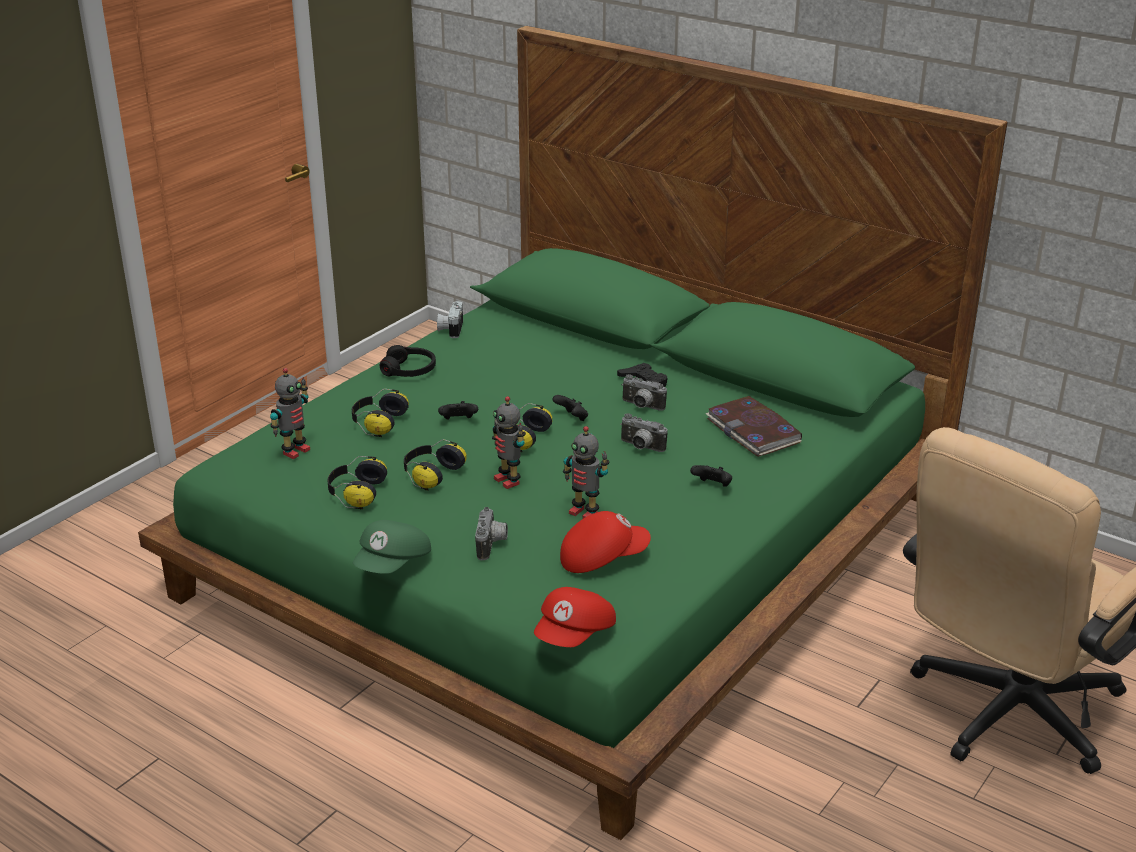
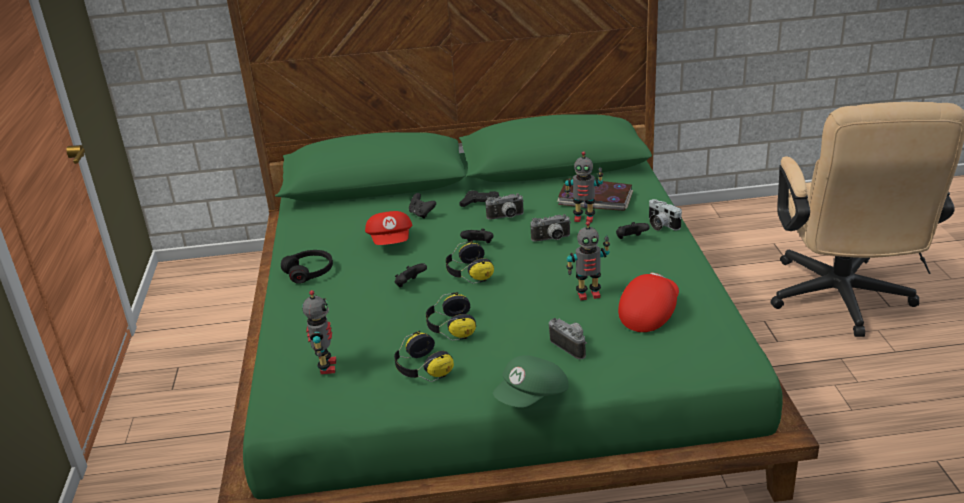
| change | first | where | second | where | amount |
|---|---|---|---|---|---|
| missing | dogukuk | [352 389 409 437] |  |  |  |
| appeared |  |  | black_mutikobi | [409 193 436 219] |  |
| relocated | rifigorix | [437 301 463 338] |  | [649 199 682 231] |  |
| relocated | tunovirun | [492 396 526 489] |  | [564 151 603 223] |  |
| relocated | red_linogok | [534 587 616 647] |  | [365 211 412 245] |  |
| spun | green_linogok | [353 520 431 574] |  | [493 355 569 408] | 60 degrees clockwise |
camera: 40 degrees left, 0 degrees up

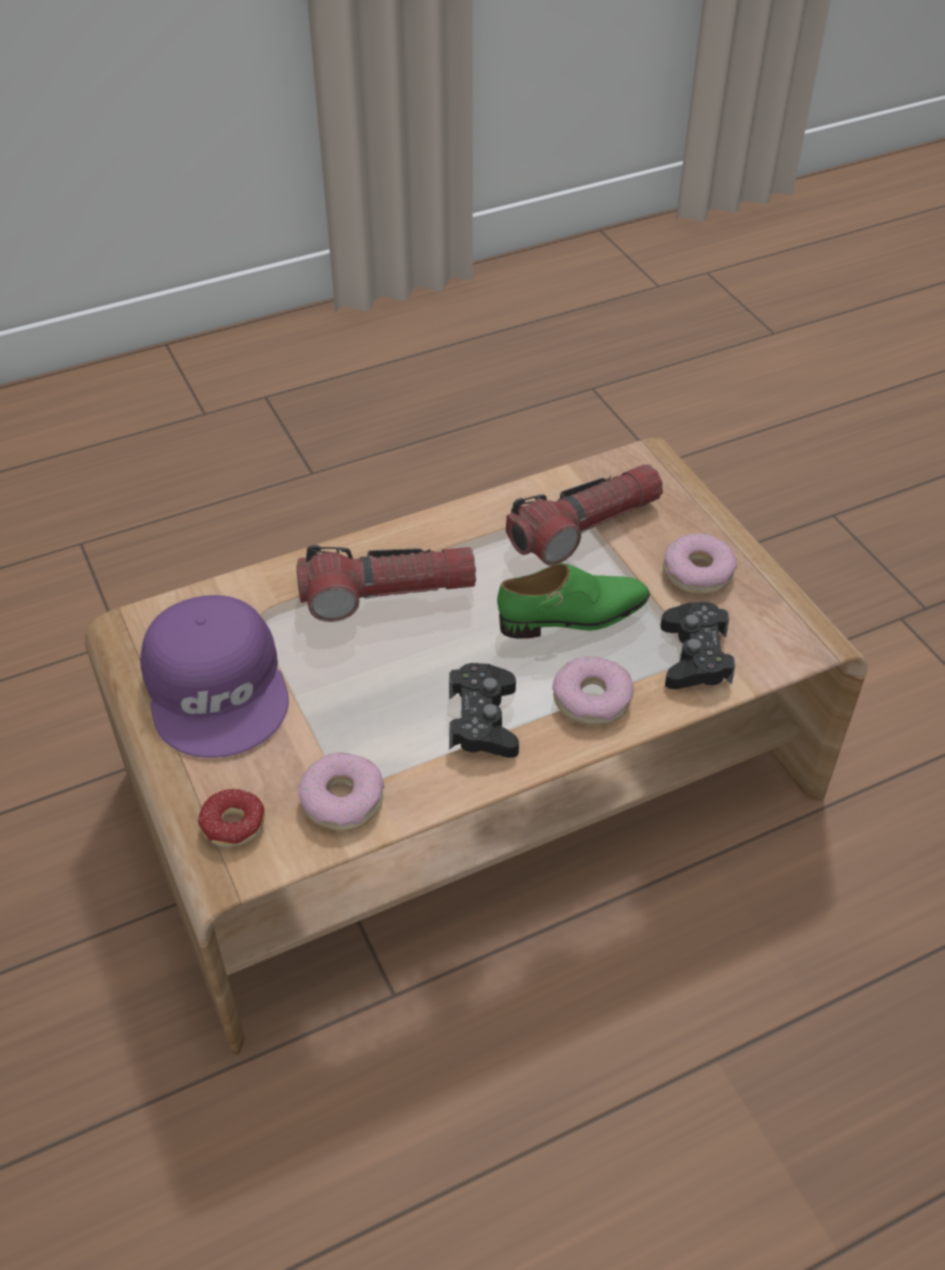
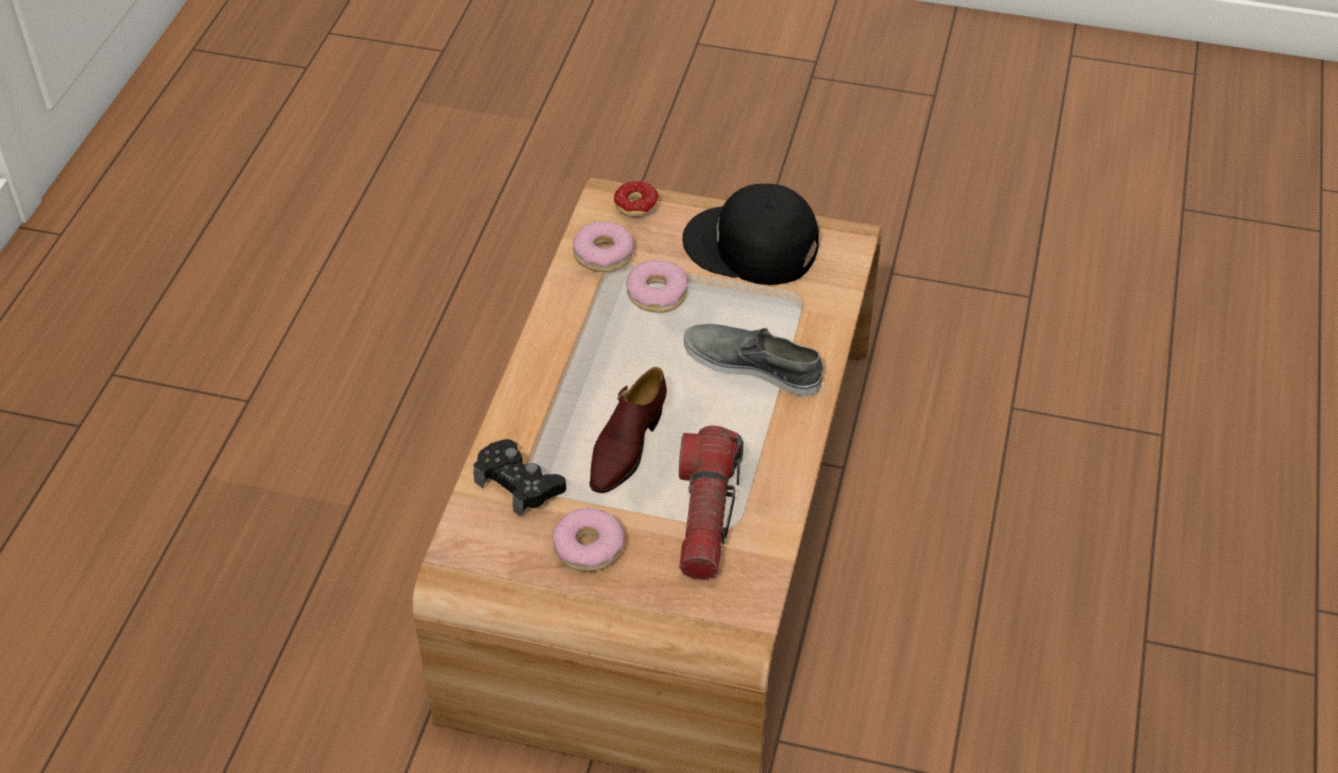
| change | first | where | second | where | amount |
|---|---|---|---|---|---|
| missing | black_mutikobi | [449 663 519 758] |  |  |  |
| relocated | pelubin | [552 656 634 725] |  | [626 260 688 313] |  |
| exchanged | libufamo | [296 545 476 622] | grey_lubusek | [684 324 823 396] |  |
| colour | purple_linogok | [140 595 289 758] | black_linogok | [683 184 819 285] |  |
| colour | green_lubusek | [497 563 650 639] | brown_lubusek | [589 367 667 493] |  |
camera: 130 degrees right, 0 degrees up

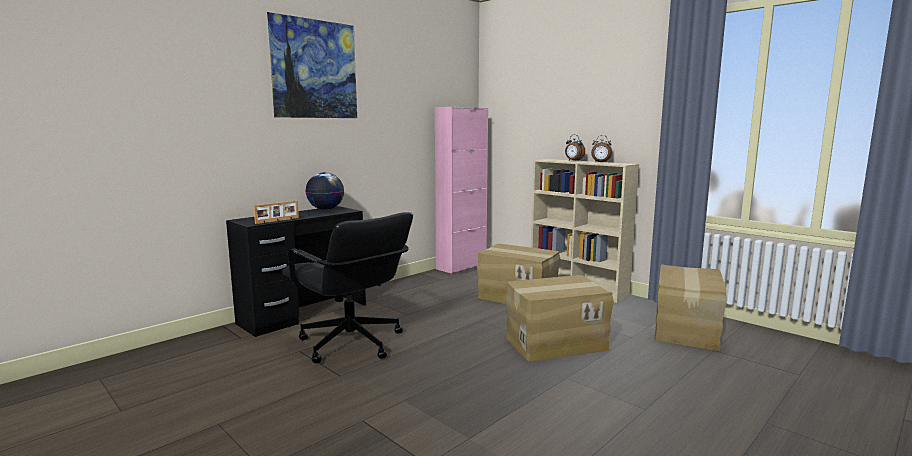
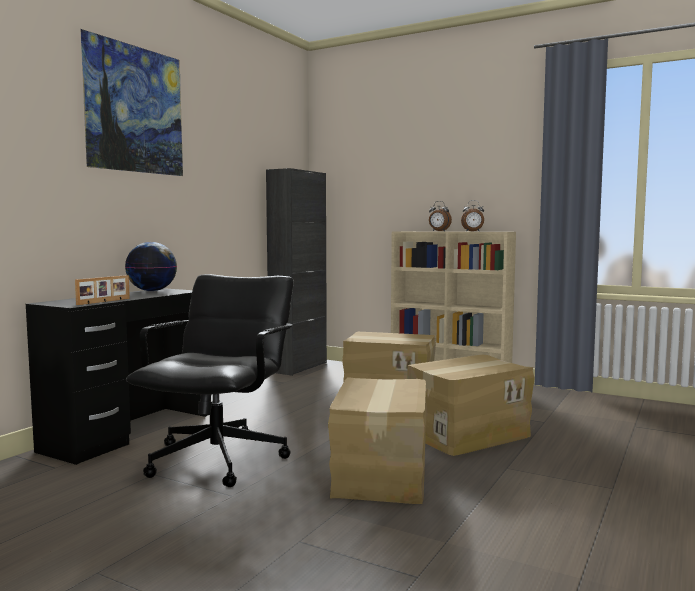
| change | first | where | second | where | amount |
|---|---|---|---|---|---|
| relocated | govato | [655 264 727 351] |  | [328 377 427 504] |  |
| colour | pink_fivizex | [435 107 488 274] | black_fivizex | [266 168 327 376] |  |
| spun | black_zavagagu | [282 212 413 363] |  | [126 274 294 487] | 105 degrees counterclockwise |
camera: 15 degrees left, 5 degrees down

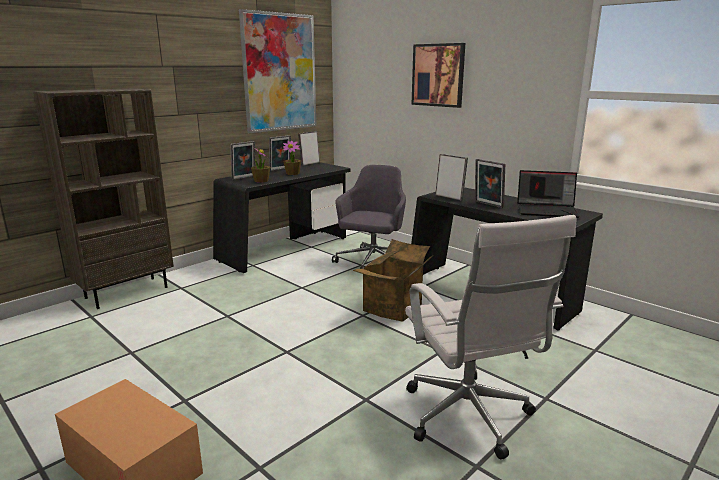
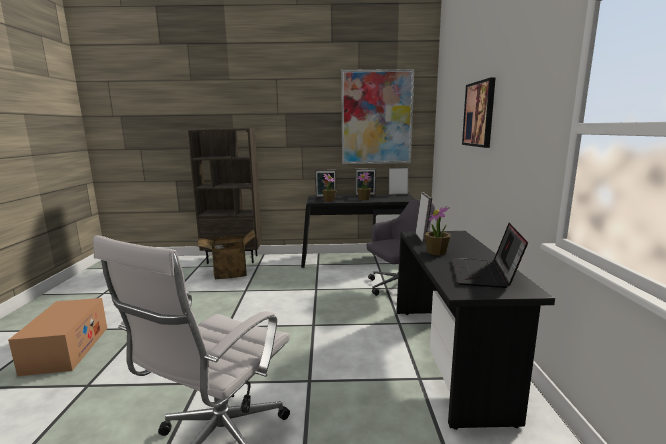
| change | first | where | second | where | amount |
|---|---|---|---|---|---|
| relocated | govato | [353 239 432 322] |  | [197 229 255 279] |  |
| exchanged | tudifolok | [475 159 505 208] | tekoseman | [425 206 451 256] |  |
| spun | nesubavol | [517 170 580 218] |  | [451 223 528 288] | 45 degrees clockwise |
camera: 45 degrees right, 5 degrees down

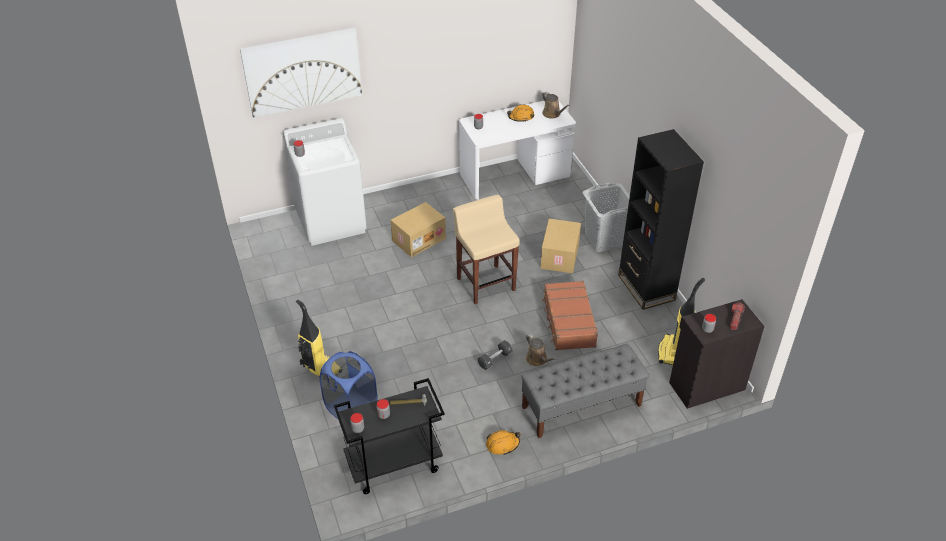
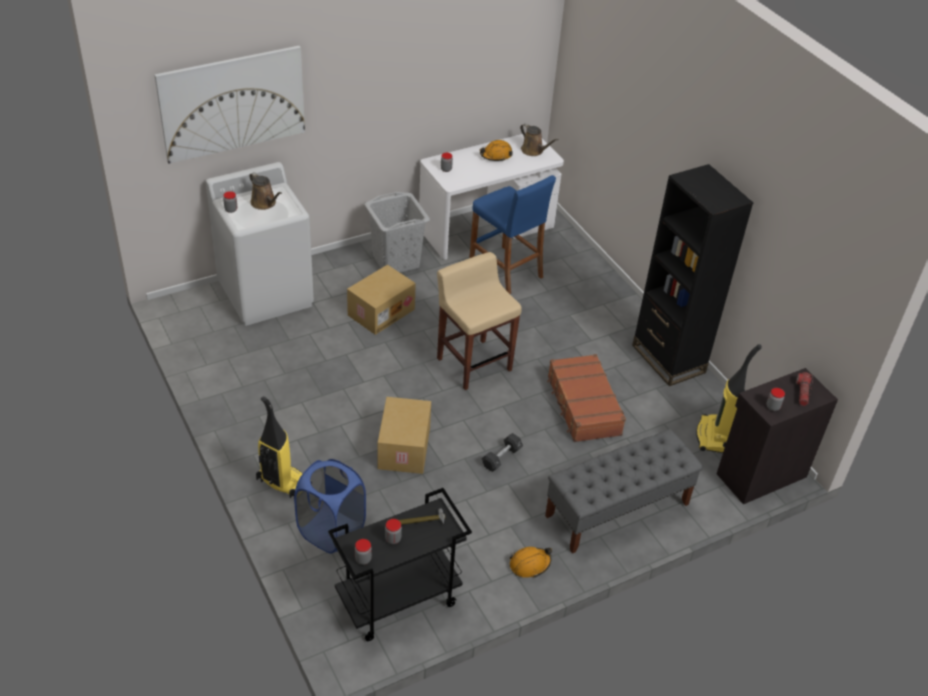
| change | first | where | second | where | amount |
|---|---|---|---|---|---|
| appeared |  |  | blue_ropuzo | [469 175 556 294] |  |
| relocated | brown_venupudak | [526 334 557 366] |  | [249 172 282 210] |  |
| relocated | govato | [540 219 581 273] |  | [378 397 431 474] |  |
| relocated | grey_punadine | [583 183 630 252] |  | [365 192 430 273] |  |
camera: 10 degrees left, 0 degrees up

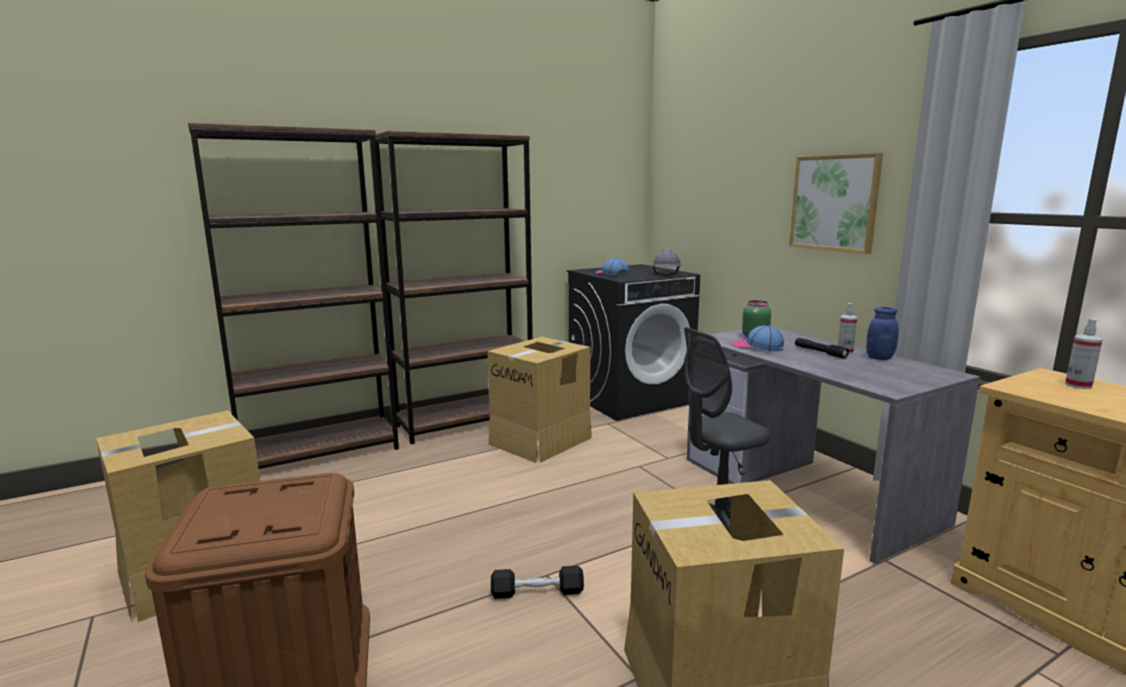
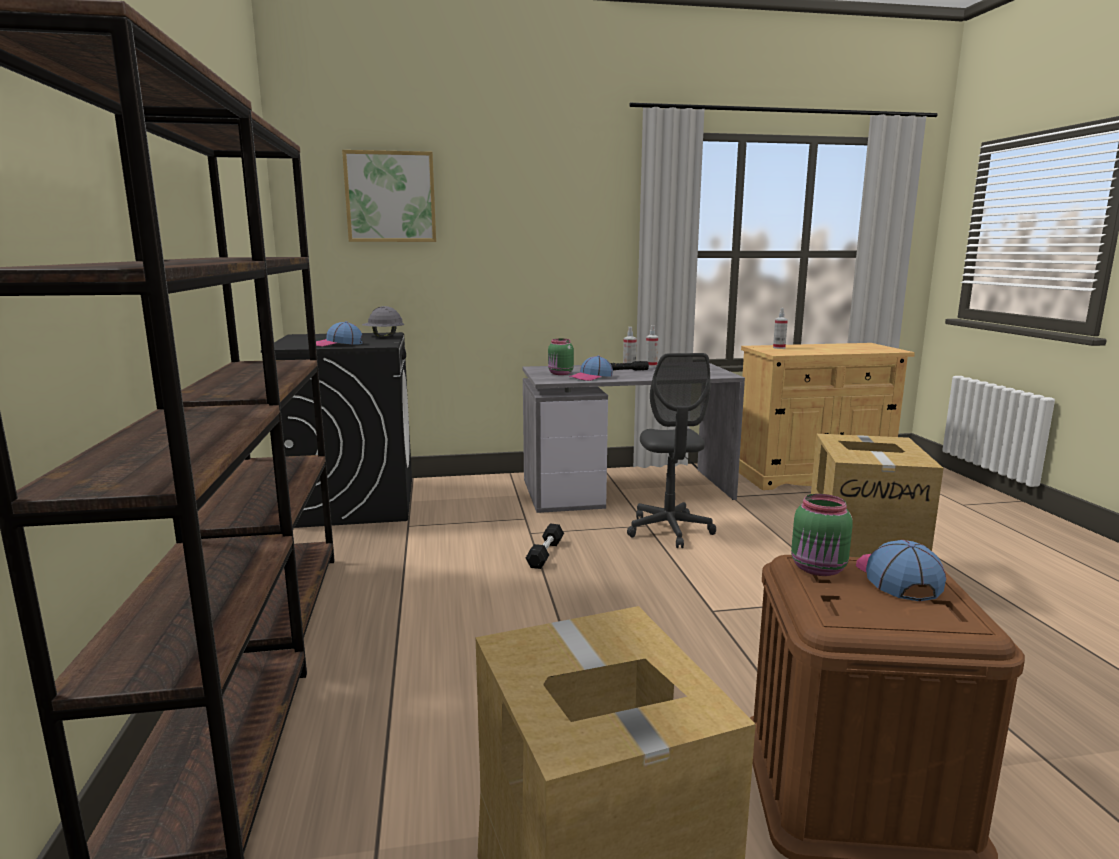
| change | first | where | second | where | amount |
|---|---|---|---|---|---|
| missing | govato | [487 337 592 463] |  |  |  |
| appeared |  |  | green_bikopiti | [791 494 853 576] |  |
| appeared |  |  | linogok | [856 540 946 601] |  |
| relocated | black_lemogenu | [491 565 584 599] |  | [526 524 564 569] |  |
| relocated | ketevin | [789 153 883 254] |  | [342 150 436 242] |  |
| exchanged | blue_bikopiti | [866 307 898 360] | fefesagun | [645 325 658 367] |  |
camera: 70 degrees left, 0 degrees up

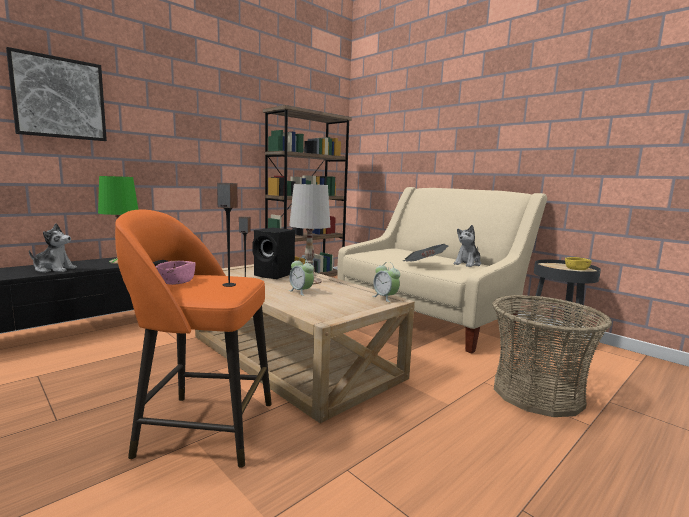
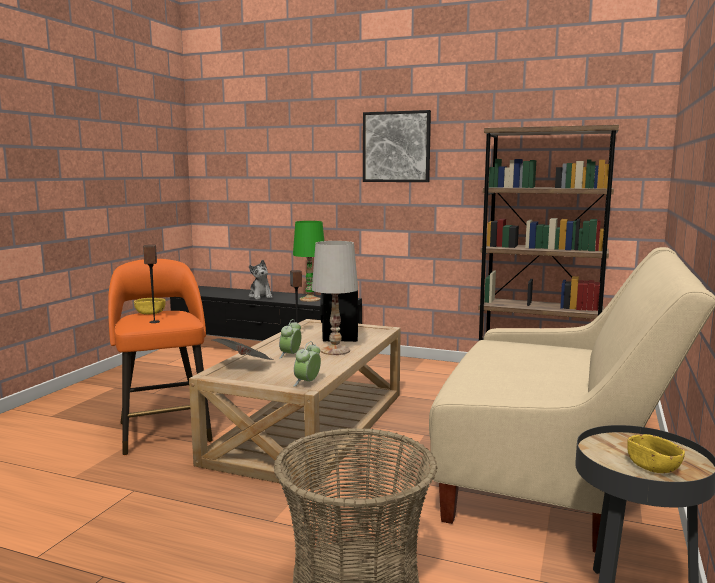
| change | first | where | second | where | amount |
|---|---|---|---|---|---|
| missing | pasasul | [454 225 481 267] |  |  |  |
| relocated | ketevin | [6 47 107 141] |  | [363 110 431 182] |  |
| relocated | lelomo | [403 244 449 262] |  | [212 338 274 360] |  |
| colour | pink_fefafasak | [156 260 196 285] | yellow_fefafasak | [134 298 166 315] |  |
camera: 65 degrees right, 0 degrees up

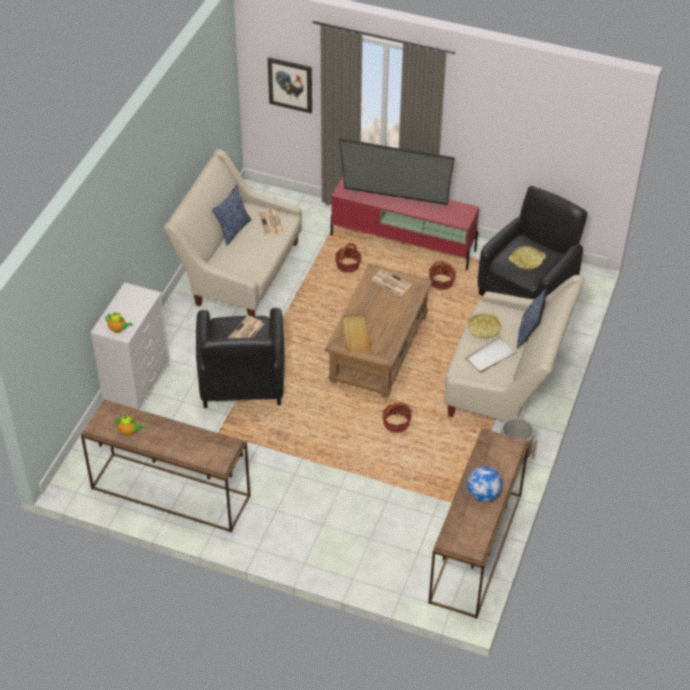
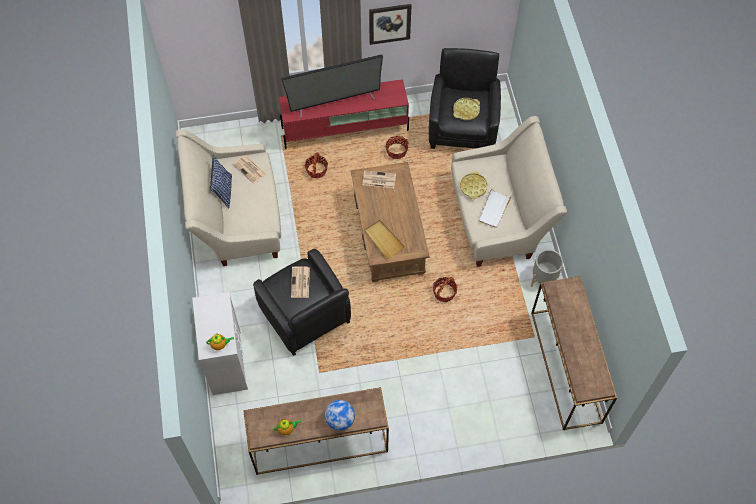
| change | first | where | second | where | amount |
|---|---|---|---|---|---|
| missing | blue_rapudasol | [517 289 546 349] |  |  |  |
| relocated | ketevin | [268 57 312 113] |  | [369 4 411 45] |  |
| relocated | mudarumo | [467 466 502 502] |  | [325 400 355 431] |  |
camera: 30 degrees left, 15 degrees up

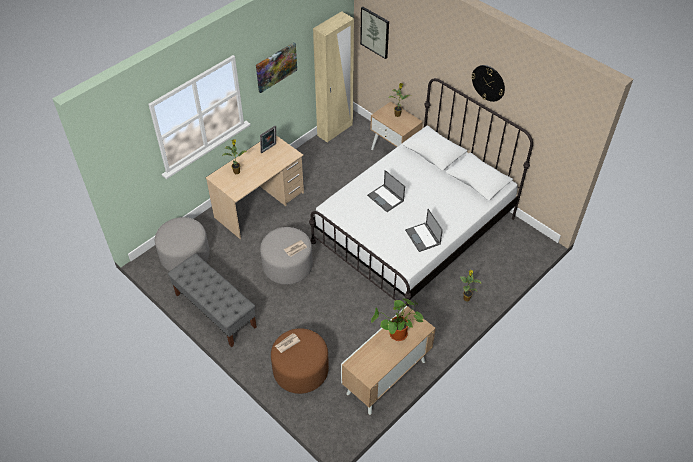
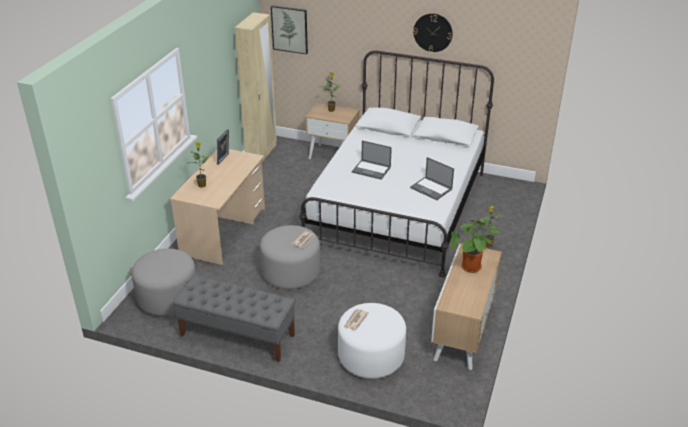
| change | first | where | second | where | amount |
|---|---|---|---|---|---|
| missing | ketevin | [256 42 297 93] |  |  |  |
| colour | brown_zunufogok | [271 328 329 394] | white_zunufogok | [338 303 406 379] |  |
camera: 25 degrees left, 15 degrees down

